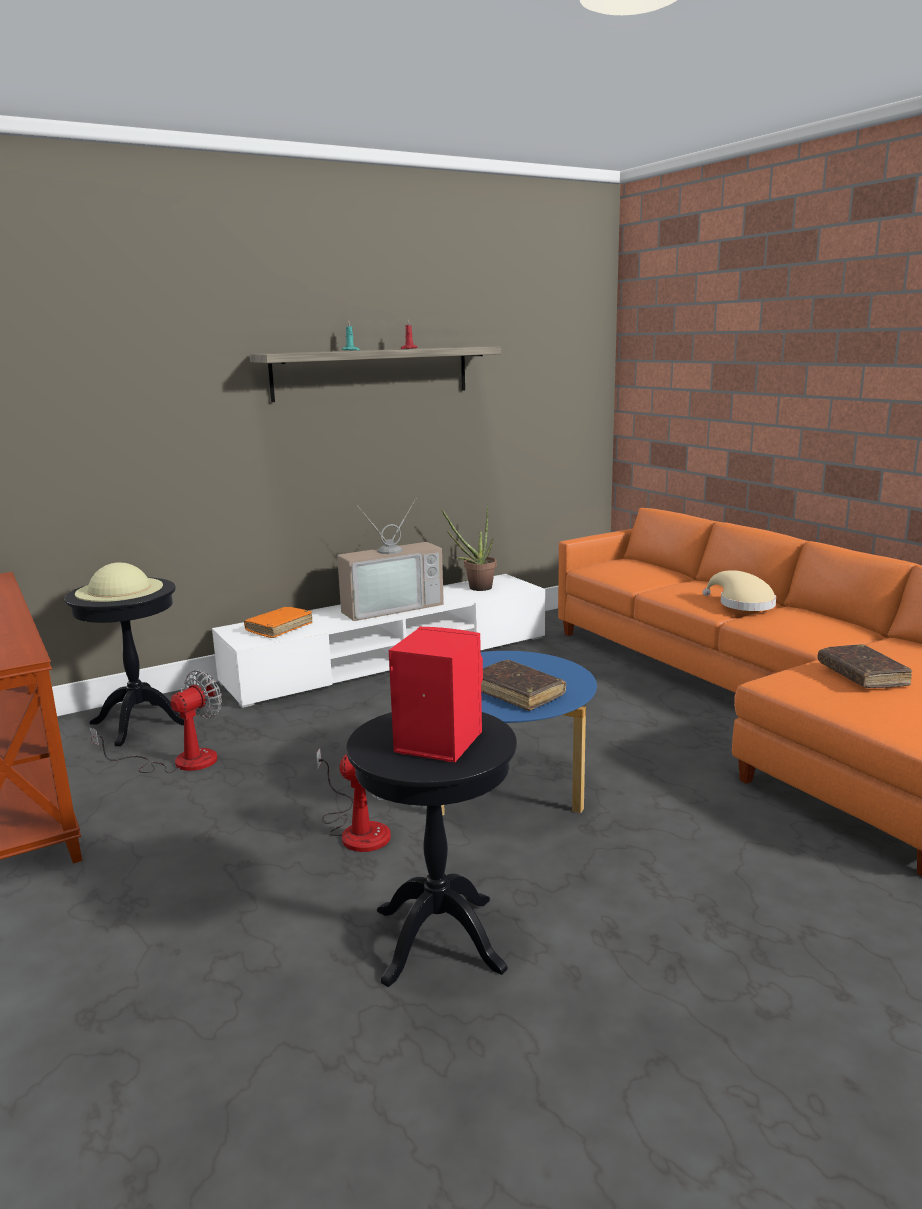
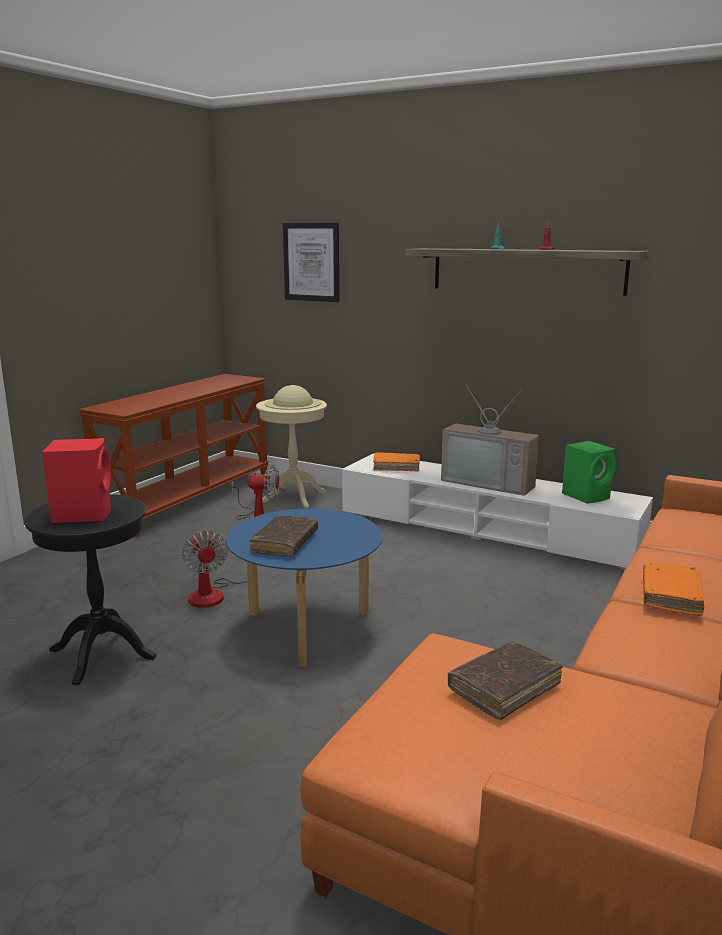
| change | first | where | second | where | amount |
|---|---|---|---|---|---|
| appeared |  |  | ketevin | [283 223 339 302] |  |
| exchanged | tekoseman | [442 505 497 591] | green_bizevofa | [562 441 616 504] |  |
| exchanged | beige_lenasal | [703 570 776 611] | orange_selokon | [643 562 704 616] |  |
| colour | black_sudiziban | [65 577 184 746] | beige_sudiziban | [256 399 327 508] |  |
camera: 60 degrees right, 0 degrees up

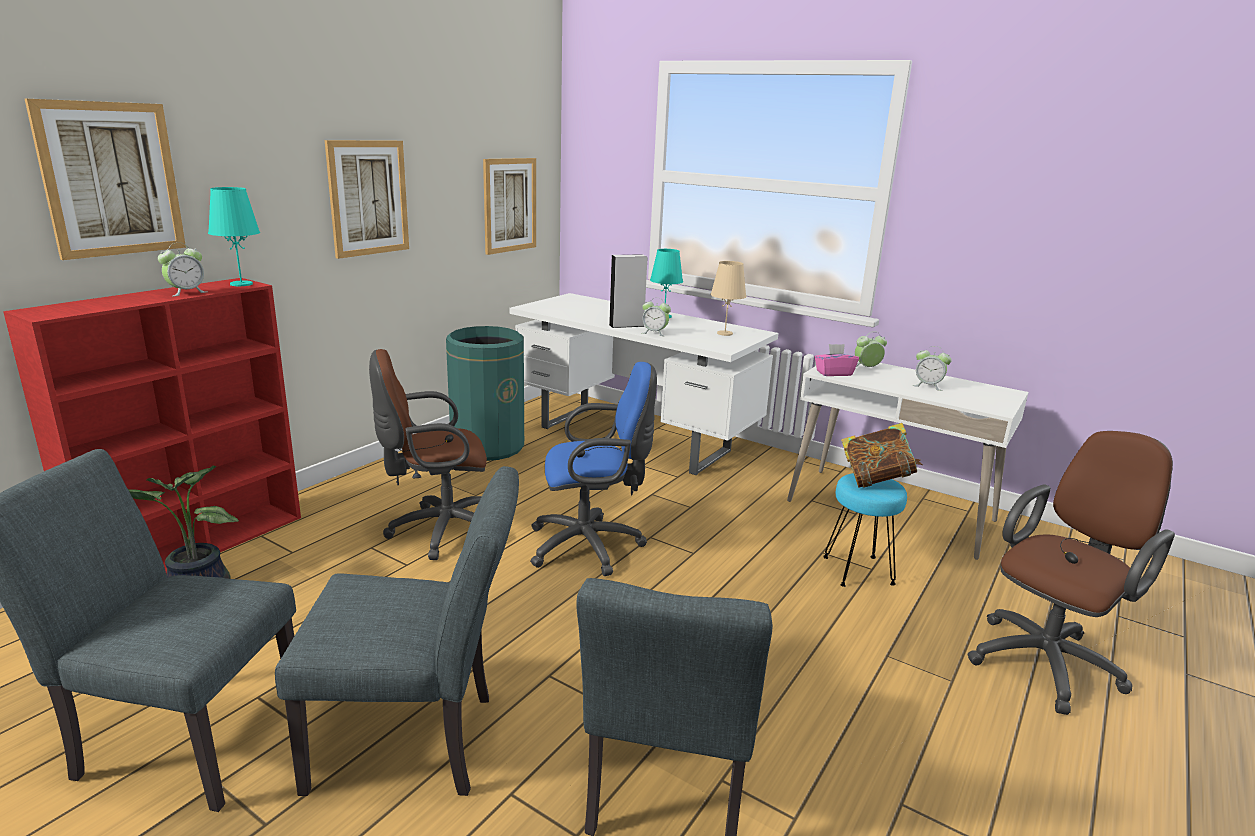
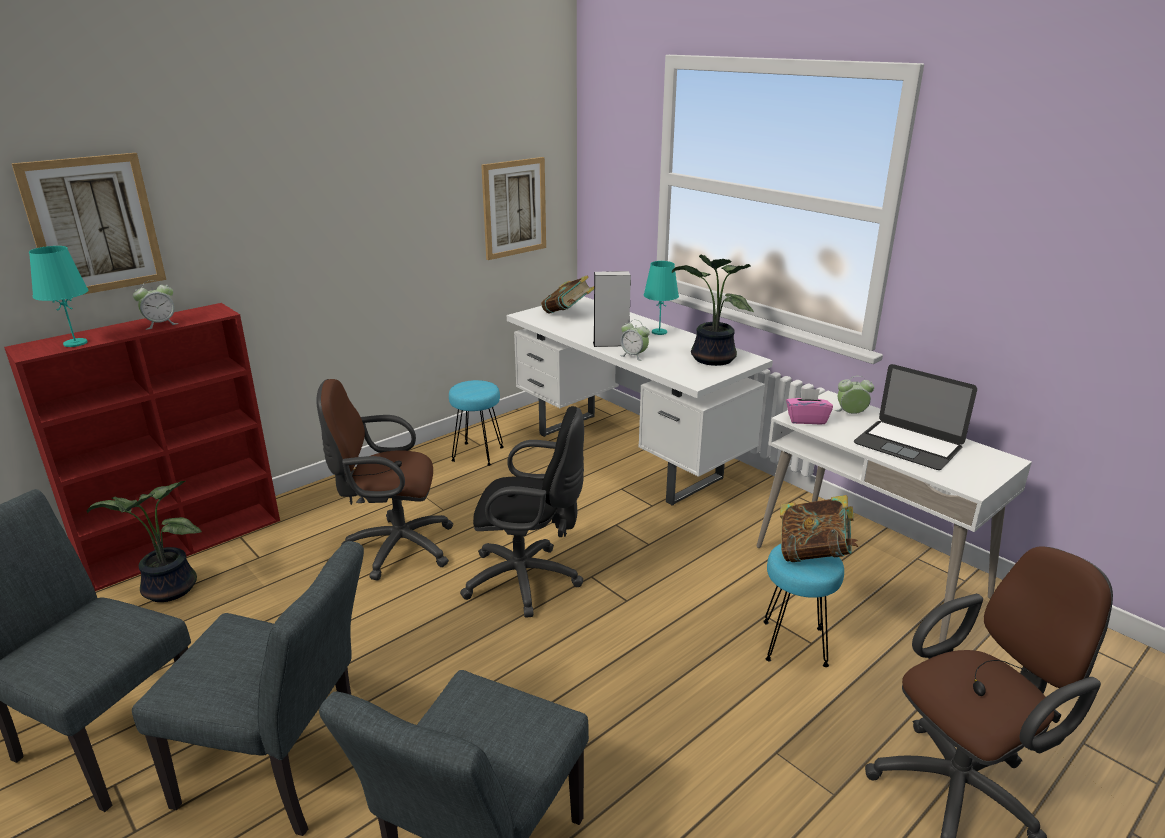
| change | first | where | second | where | amount |
|---|---|---|---|---|---|
| missing | ketevin | [325 140 409 259] |  |  |  |
| appeared |  |  | selokon | [541 276 594 314] |  |
| relocated | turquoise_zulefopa | [208 187 260 286] |  | [29 246 88 347] |  |
| exchanged | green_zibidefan | [446 326 524 461] | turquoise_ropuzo | [449 380 504 466] |  |
| exchanged | beige_zulefopa | [710 261 746 336] | tekoseman | [672 255 754 366] |  |
| exchanged | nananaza | [913 346 952 391] | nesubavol | [854 364 977 470] |  |
| colour | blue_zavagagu | [530 362 657 576] | black_zavagagu | [460 406 584 618] |  |
camera: 15 degrees right, 5 degrees up

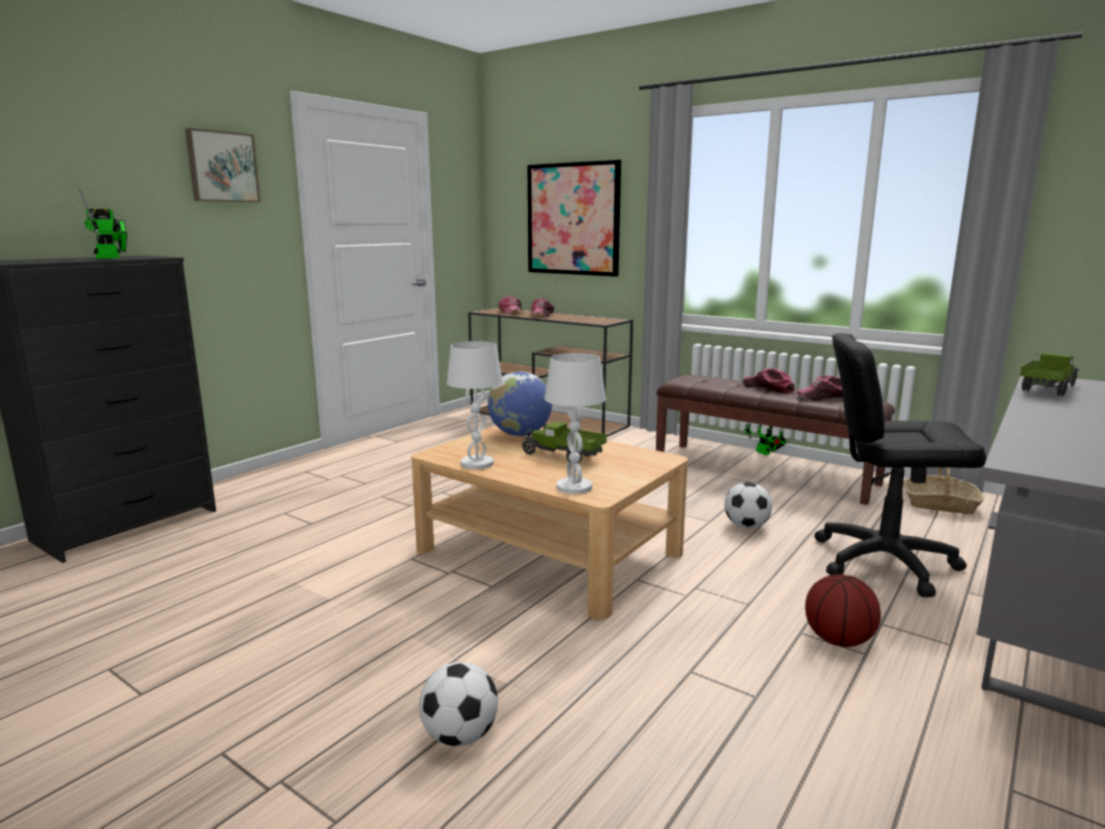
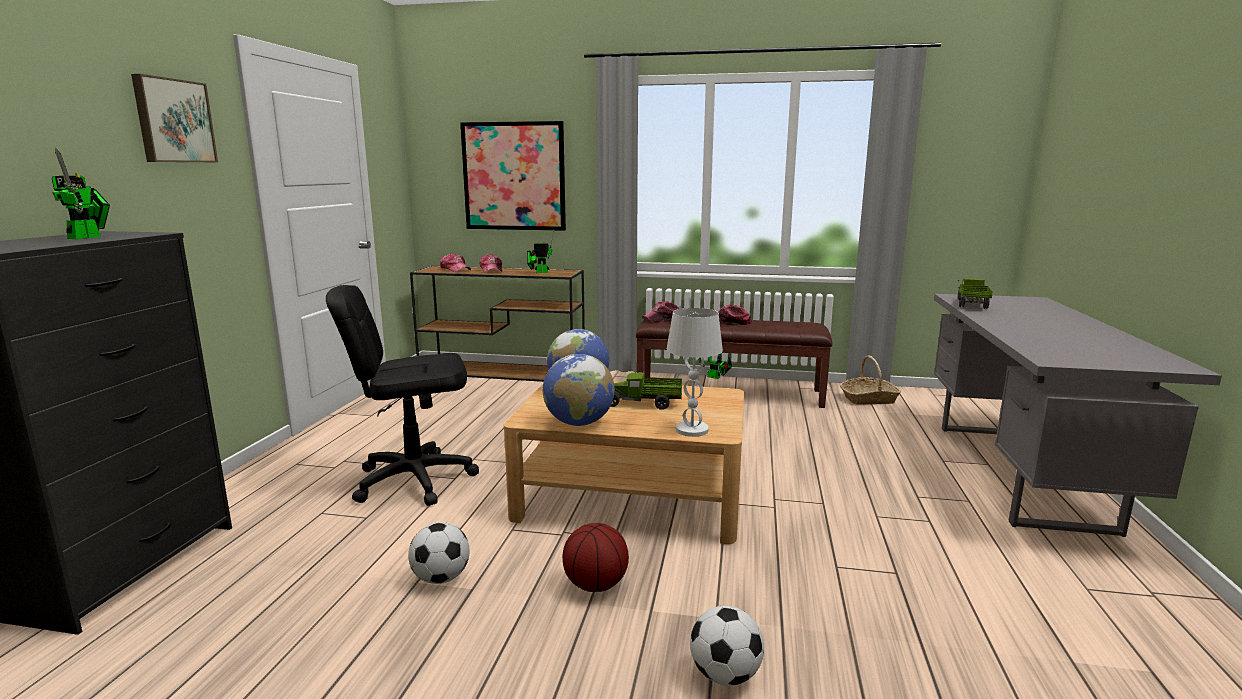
| change | first | where | second | where | amount |
|---|---|---|---|---|---|
| appeared |  |  | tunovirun | [527 230 554 273] |  |
| relocated | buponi | [724 482 772 528] |  | [408 522 470 584] |  |
| relocated | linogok | [797 376 843 401] |  | [642 301 679 322] |  |
| relocated | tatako | [805 574 881 647] |  | [563 523 629 592] |  |
| relocated | black_zavagagu | [814 333 986 597] |  | [326 285 479 506] |  |
| exchanged | white_zulefopa | [447 341 503 469] | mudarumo | [543 354 615 426] |  |
camera: 25 degrees left, 0 degrees up

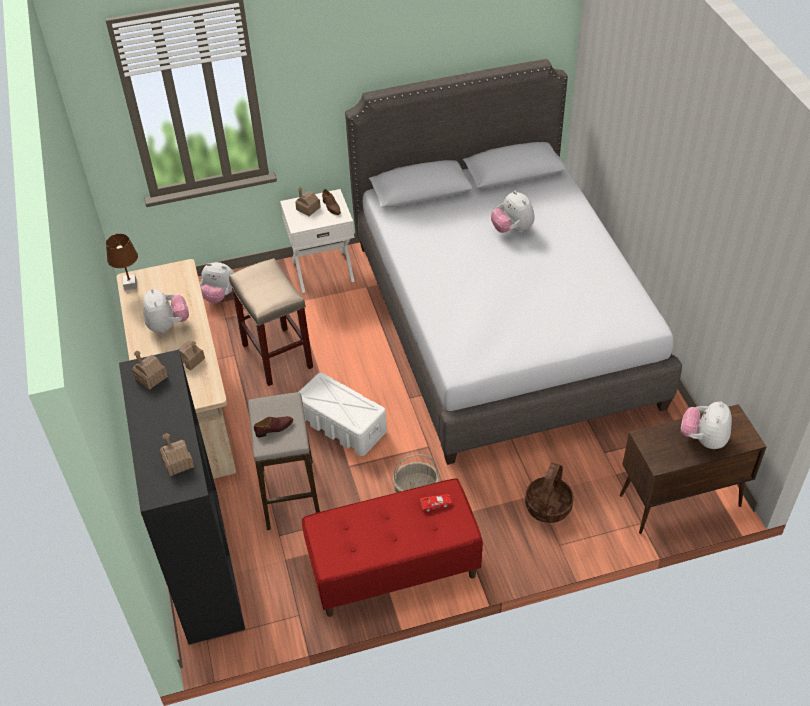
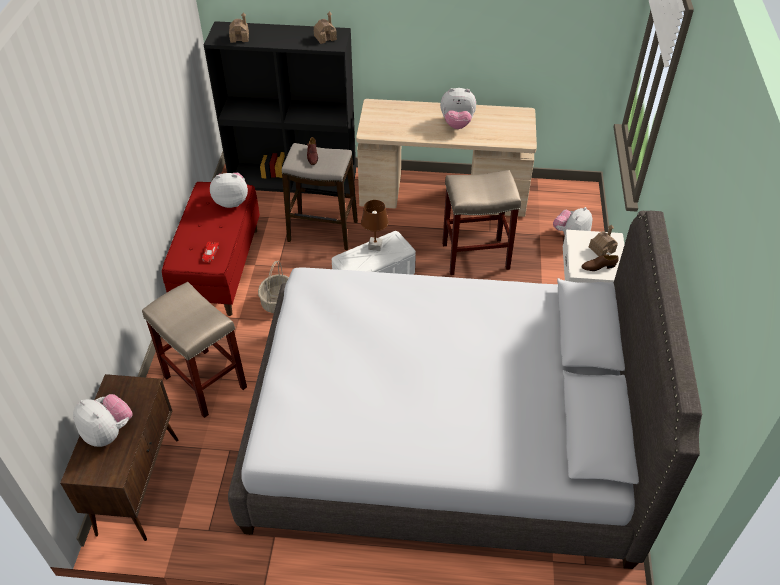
| change | first | where | second | where | amount |
|---|---|---|---|---|---|
| missing | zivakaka | [178 341 205 370] |  |  |  |
| relocated | brown_zulefopa | [106 234 138 290] |  | [361 200 389 251] |  |
| relocated | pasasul | [491 190 535 233] |  | [210 173 248 208] |  |
| exchanged | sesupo | [525 462 574 523] | beige_ropuzo | [142 282 247 418] |  |
camera: 110 degrees right, 0 degrees up

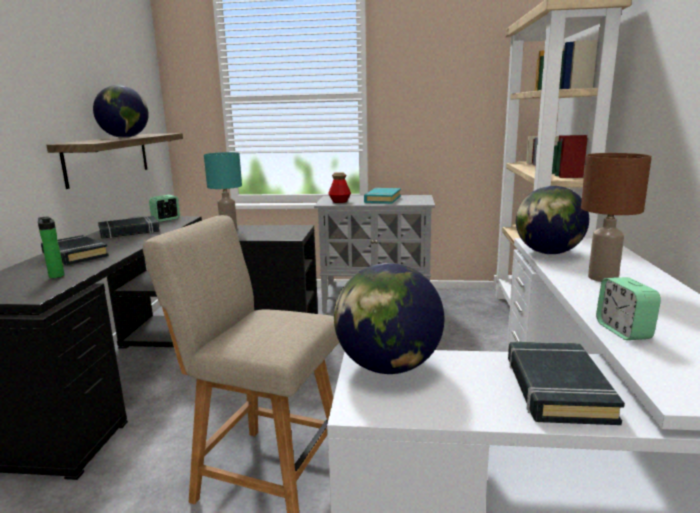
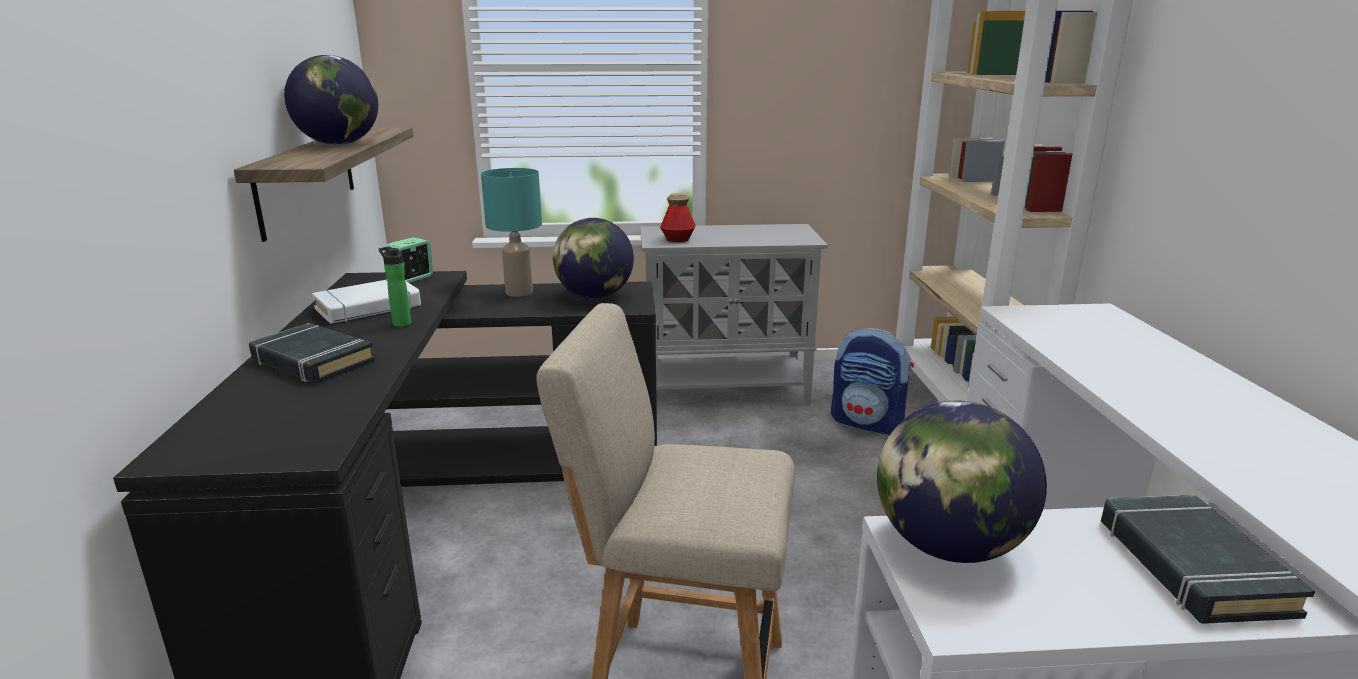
| change | first | where | second | where | amount |
|---|---|---|---|---|---|
| missing | turquoise_selokon | [364 188 401 204] |  |  |  |
| missing | brown_zulefopa | [581 153 652 282] |  |  |  |
| missing | nananaza | [596 277 661 340] |  |  |  |
| appeared |  |  | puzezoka | [831 328 914 435] |  |
| relocated | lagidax | [38 216 65 278] |  | [379 247 411 327] |  |
| relocated | mudarumo | [516 186 589 254] |  | [553 218 634 299] |  |
| colour | black_selokon | [98 216 160 239] | white_selokon | [312 280 421 324] |  |
camera: 10 degrees left, 5 degrees up

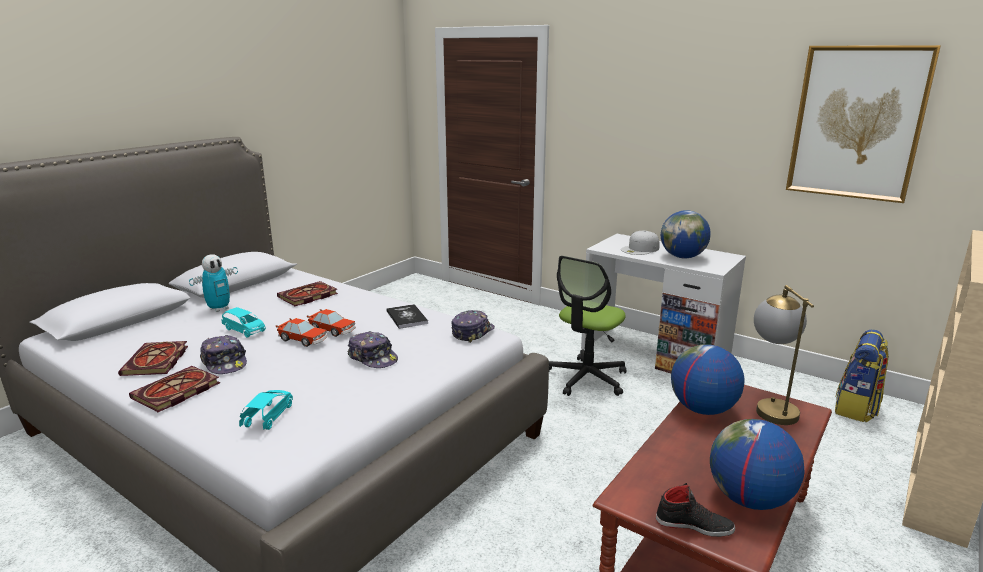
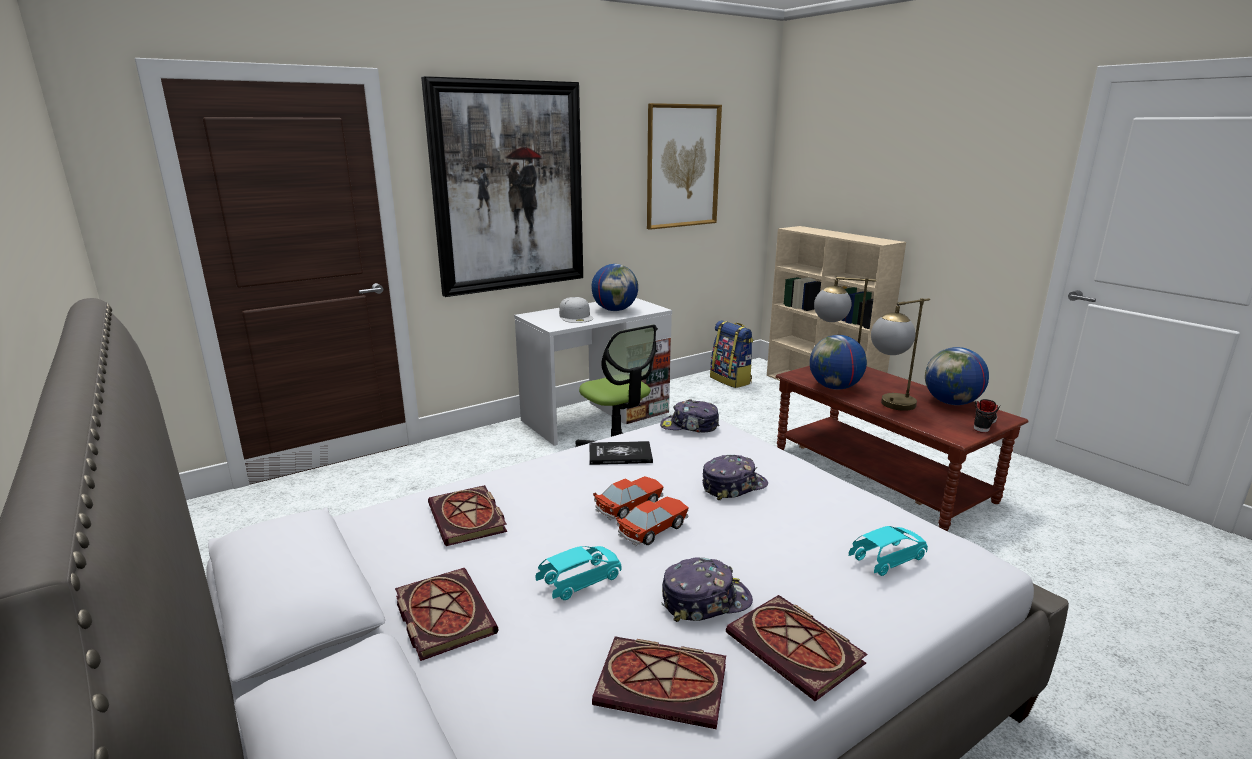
| change | first | where | second | where | amount |
|---|---|---|---|---|---|
| appeared |  |  | ketevin | [421 76 583 297] |  |
| appeared |  |  | zulefopa | [871 298 930 411] |  |
| exchanged | tunovirun | [189 254 238 312] | selokon | [395 568 499 661] |  |
| spun | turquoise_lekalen | [239 390 293 430] |  | [849 526 928 576] | 120 degrees clockwise |
| spun | linogok | [451 310 495 343] |  | [660 399 719 433] | 45 degrees counterclockwise |
camera: 70 degrees left, 0 degrees up

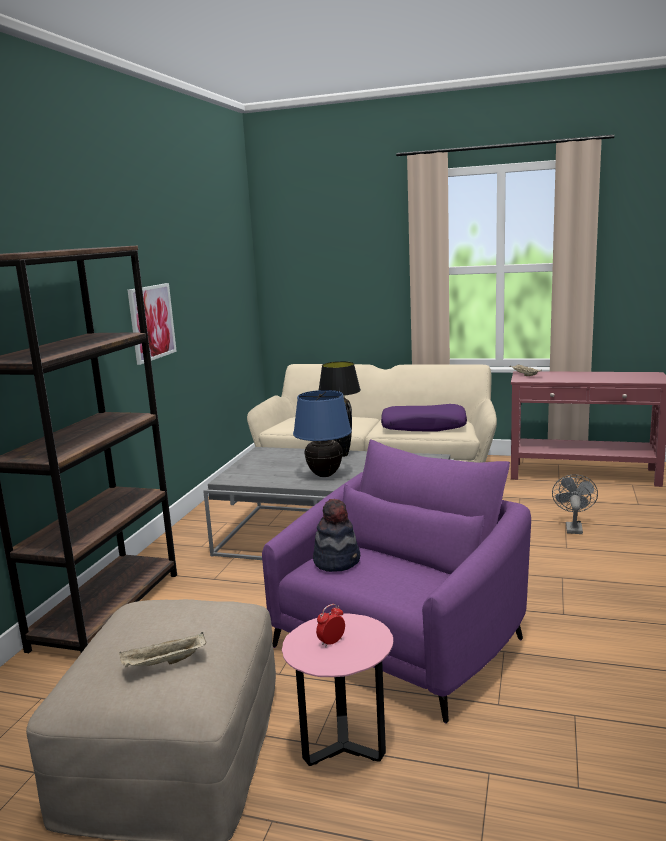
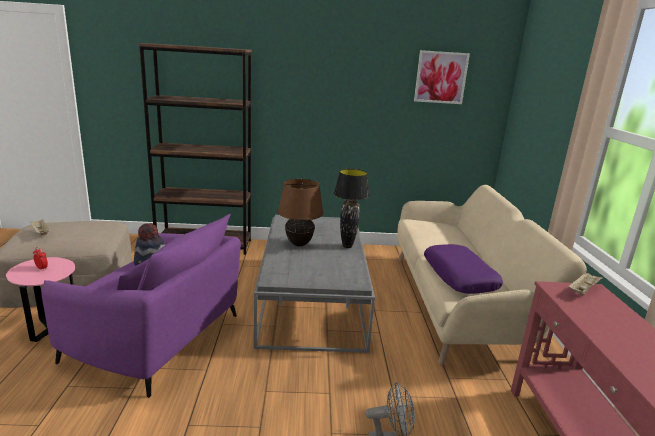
| change | first | where | second | where | amount |
|---|---|---|---|---|---|
| relocated | ketevin | [128 283 177 365] |  | [414 50 470 104] |  |
| colour | blue_zulefopa | [293 390 352 477] | brown_zulefopa | [278 179 323 247] |  |
camera: 70 degrees right, 5 degrees up

